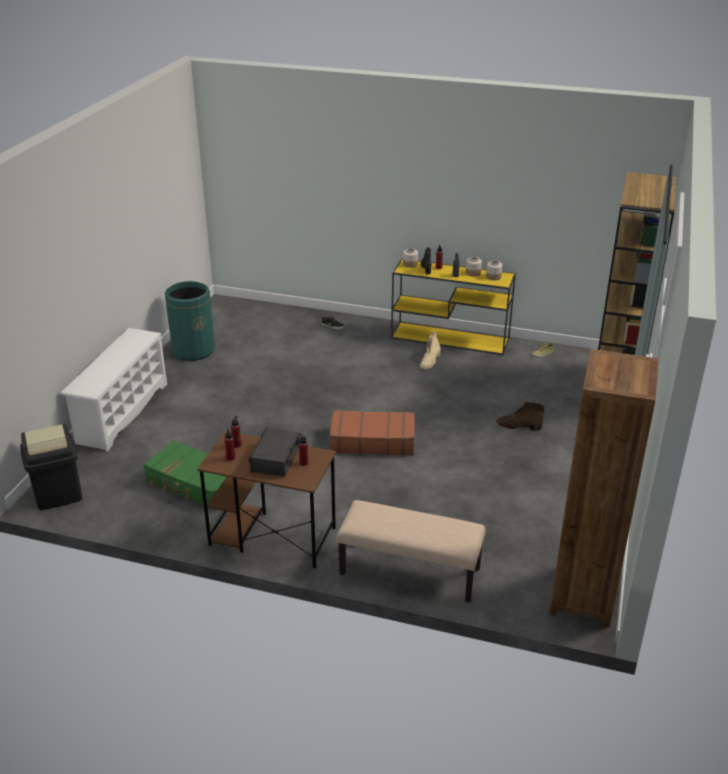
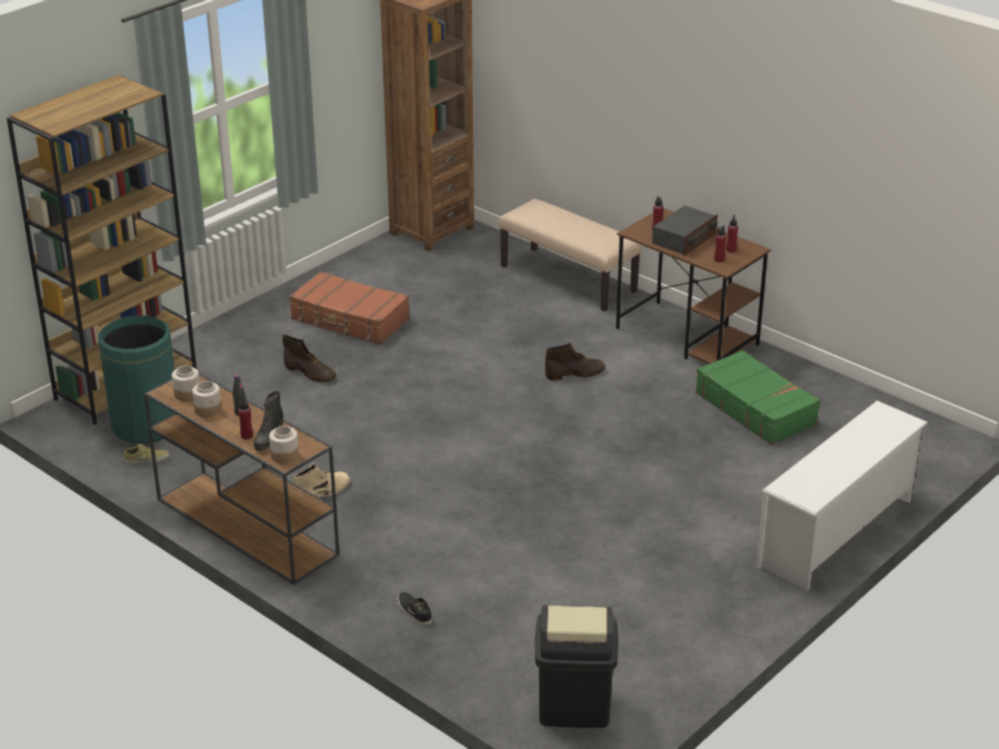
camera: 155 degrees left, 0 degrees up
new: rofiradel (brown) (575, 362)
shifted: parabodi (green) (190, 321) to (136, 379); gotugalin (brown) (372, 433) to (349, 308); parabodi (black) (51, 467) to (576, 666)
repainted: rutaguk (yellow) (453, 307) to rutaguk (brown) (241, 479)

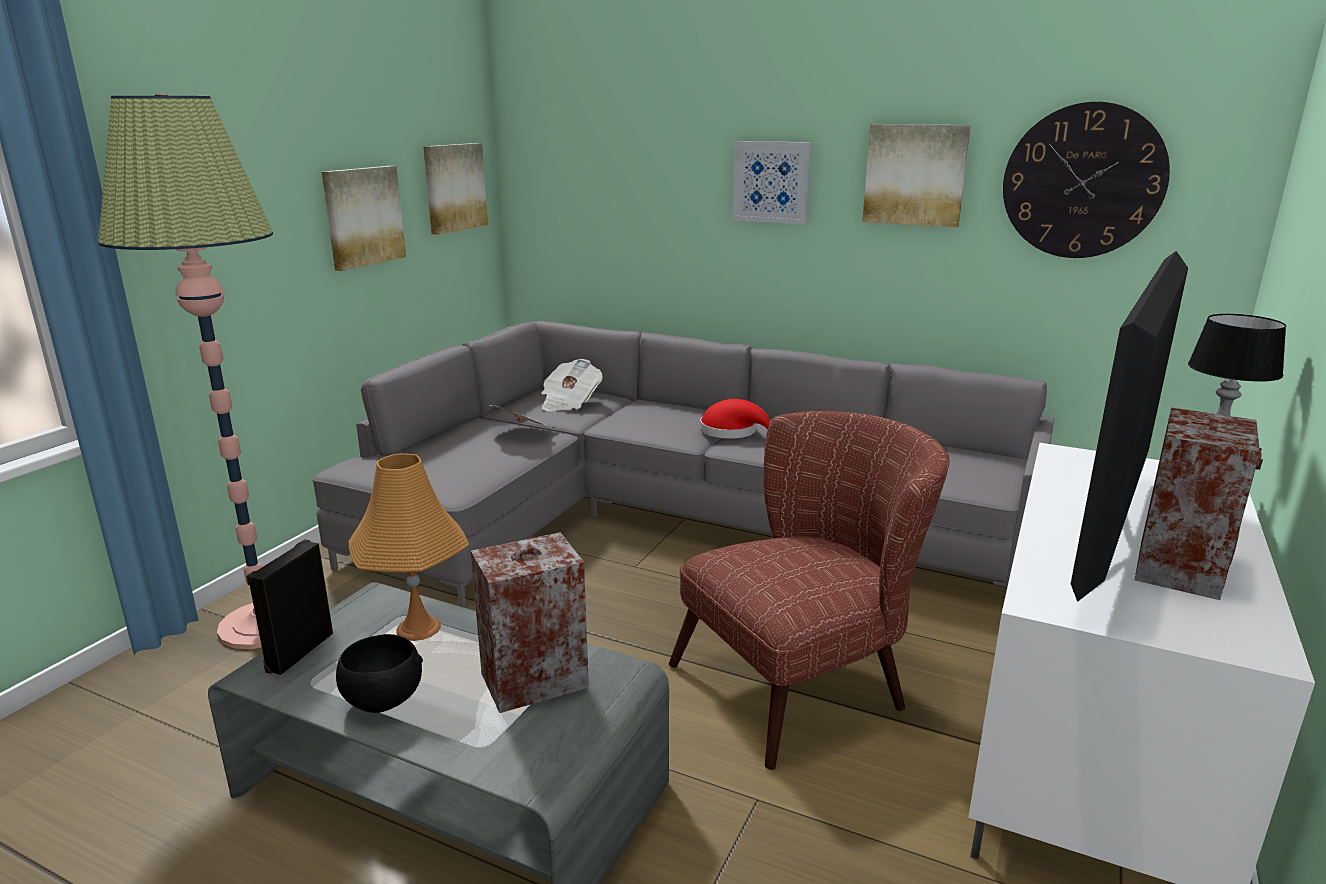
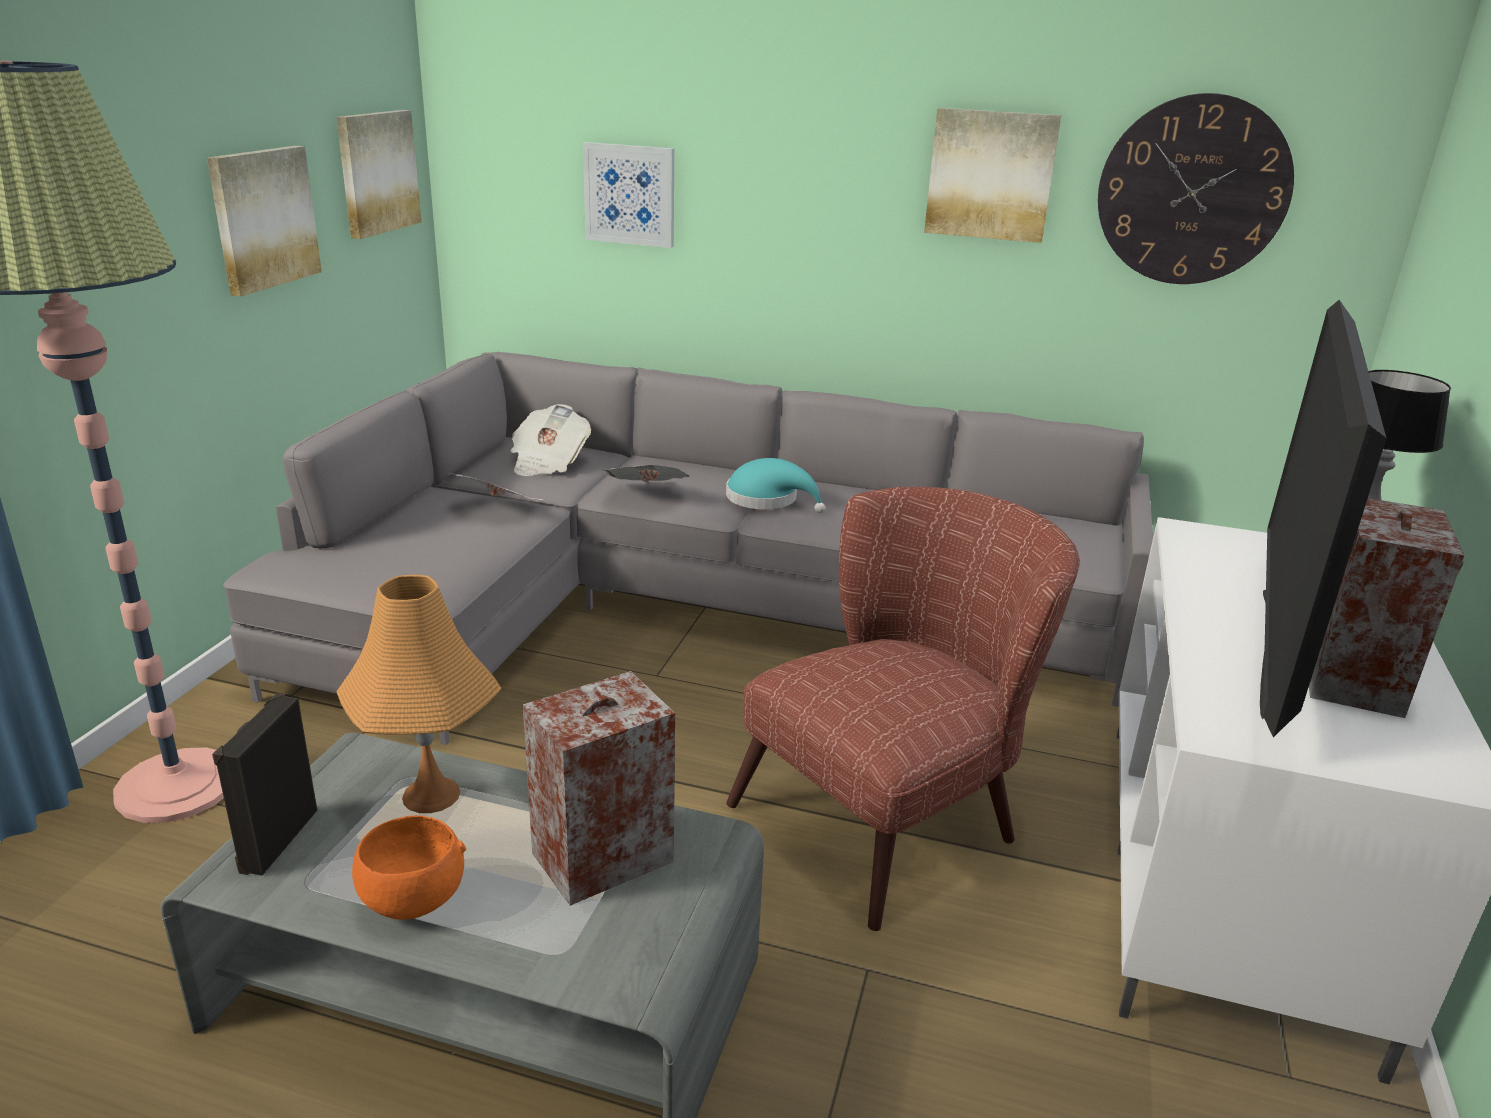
camera: 10 degrees left, 5 degrees up
new: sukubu (645, 473)
shifted: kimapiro (772, 182) to (628, 195)
repainted: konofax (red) (735, 419) to konofax (turquoise) (775, 485); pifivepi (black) (379, 673) to pifivepi (orange) (409, 867)

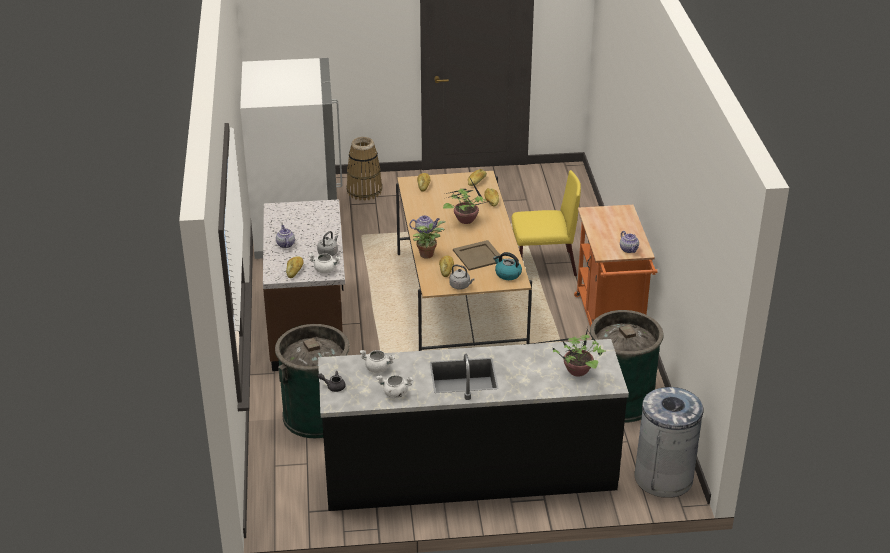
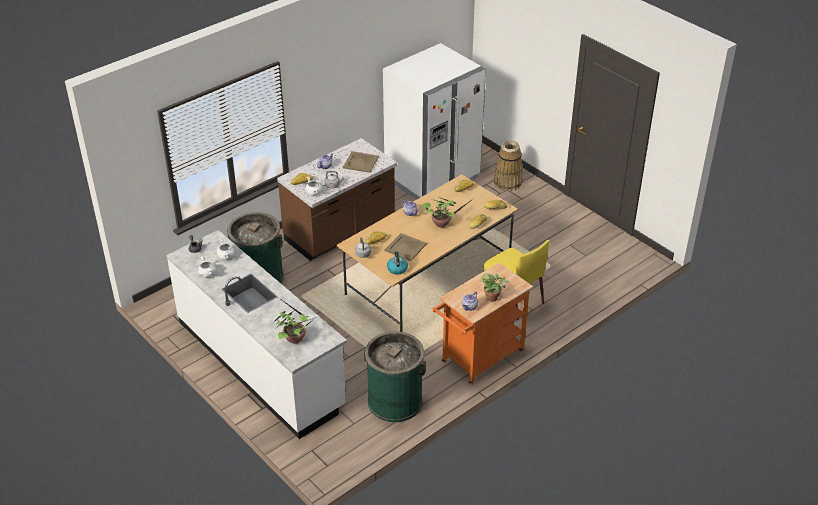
camera: 55 degrees right, 5 degrees up
gone: parabodi (grey) (669, 442)
new: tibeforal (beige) (361, 162)
shifted: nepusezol (429, 240) to (495, 287)
repainted: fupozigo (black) (473, 425) to fupozigo (white) (256, 334)

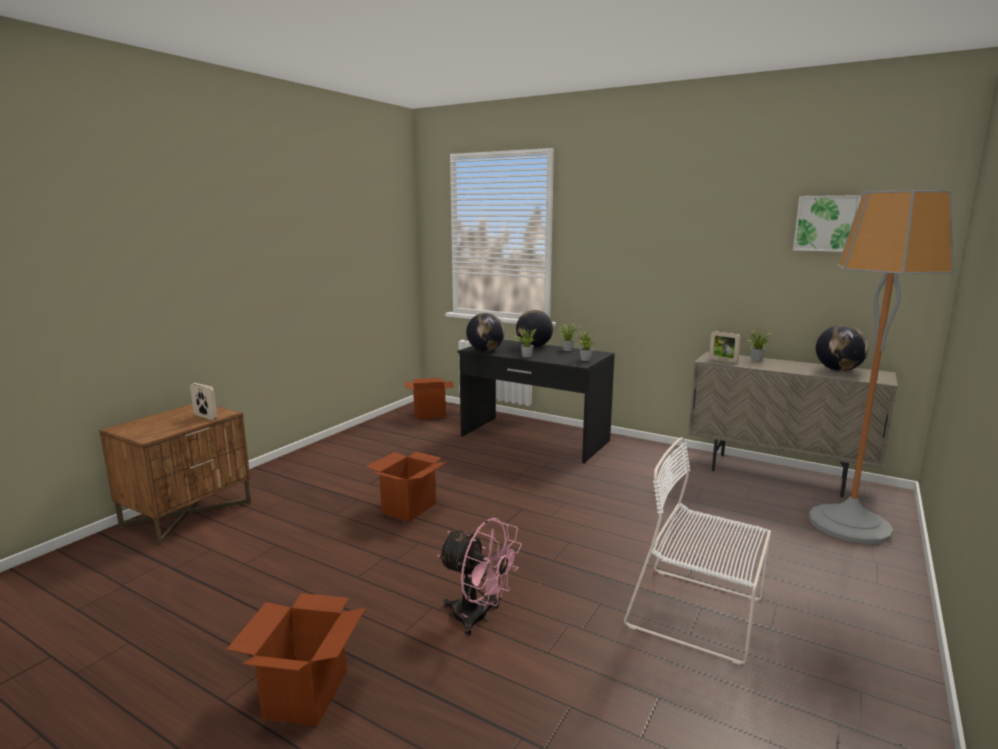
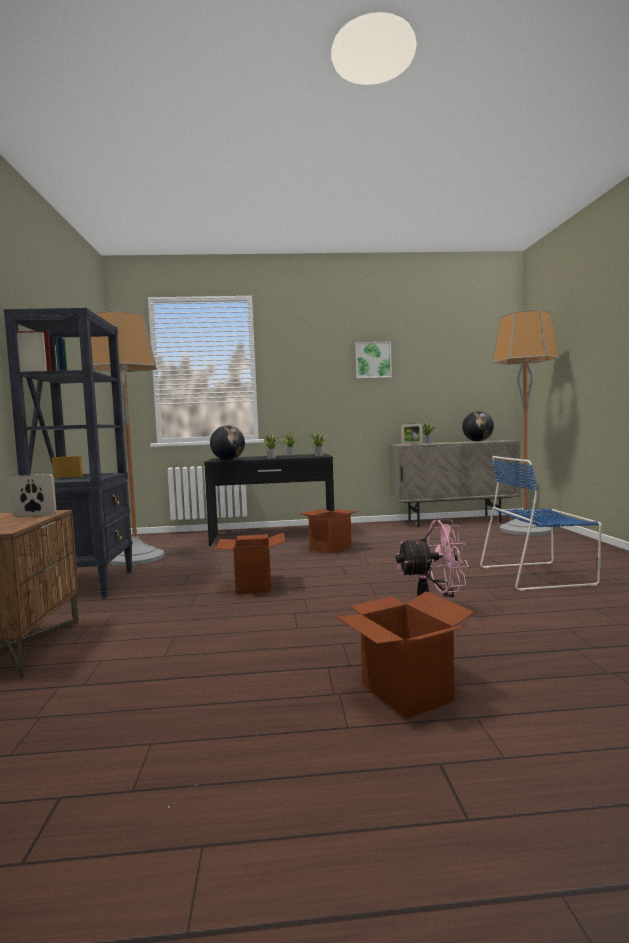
camera: 35 degrees left, 10 degrees down
gone: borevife (534, 328)
new: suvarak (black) (68, 453); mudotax (128, 438)
shifted: kimapiro (827, 223) to (373, 360); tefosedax (429, 399) to (329, 531)
repainted: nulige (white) (697, 551) to nulige (blue) (541, 523)

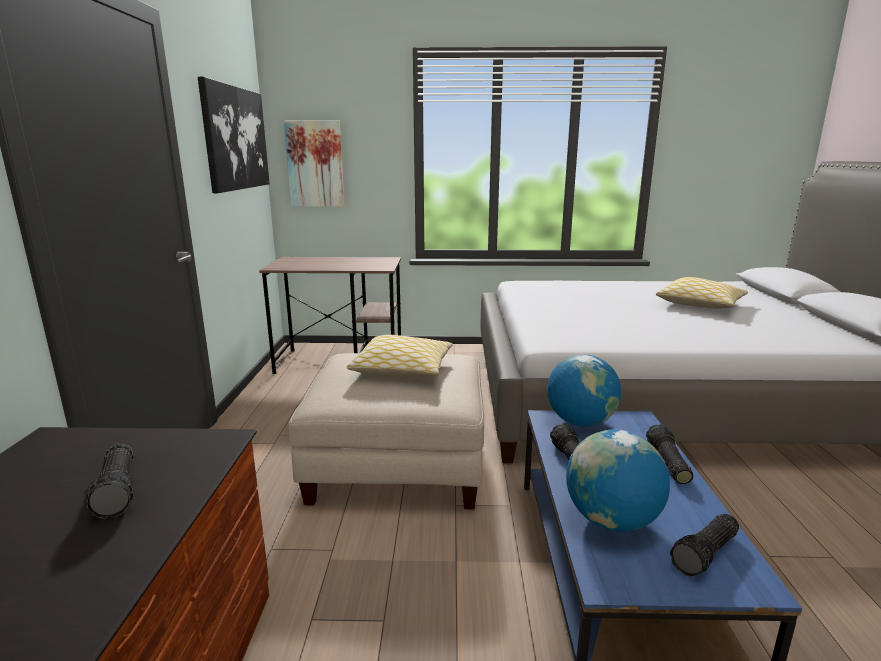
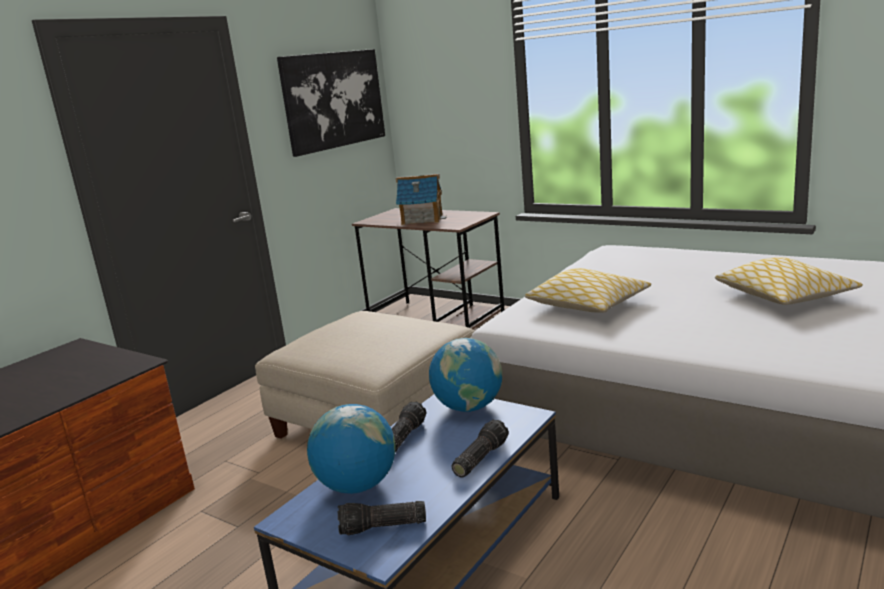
camera: 35 degrees right, 0 degrees up
gone: kimapiro (314, 164); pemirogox (109, 481)
new: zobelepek (421, 199)
shifted: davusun (400, 356) to (588, 290)

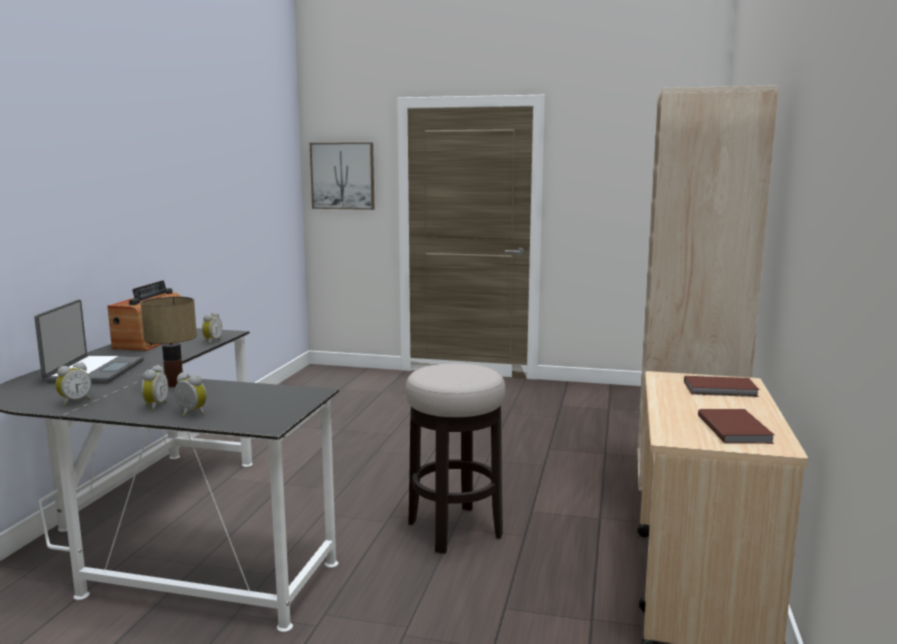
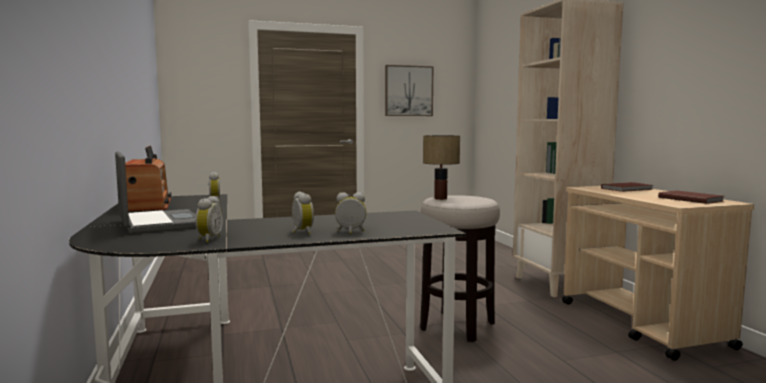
camera: 30 degrees left, 5 degrees down
shifted: kimapiro (342, 176) to (409, 90); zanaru (169, 342) to (441, 167)

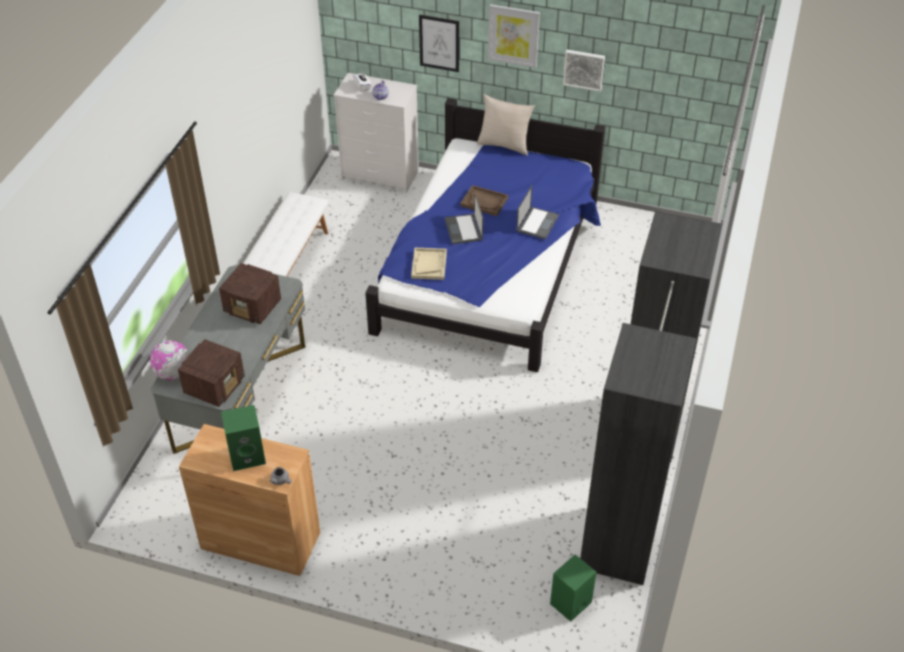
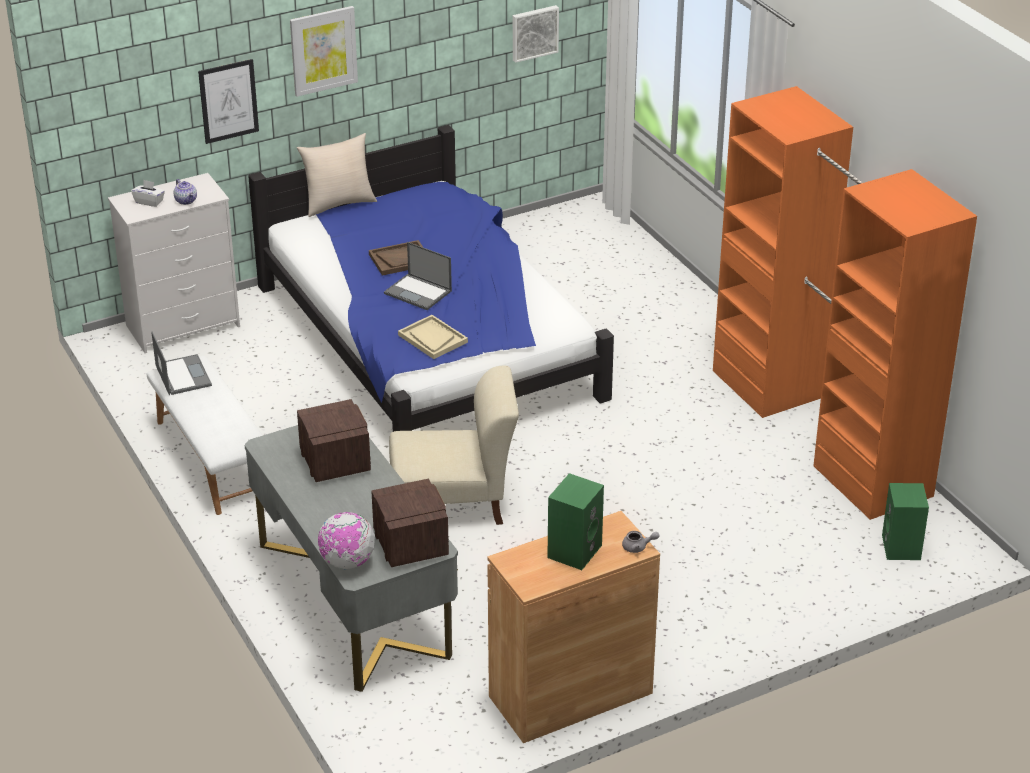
camera: 45 degrees left, 10 degrees down
new: nulige (beige) (454, 445)
shifted: kimapiro (584, 71) to (536, 34); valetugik (537, 212) to (181, 363)
repainted: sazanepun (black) (651, 398) to sazanepun (orange) (845, 303)
rotated: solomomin (250, 293) = (334, 440) 90 degrees counterclockwise

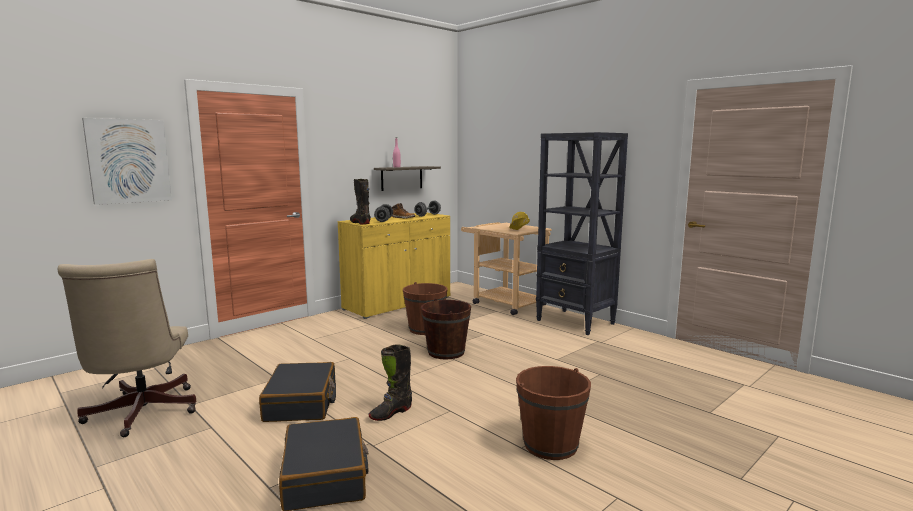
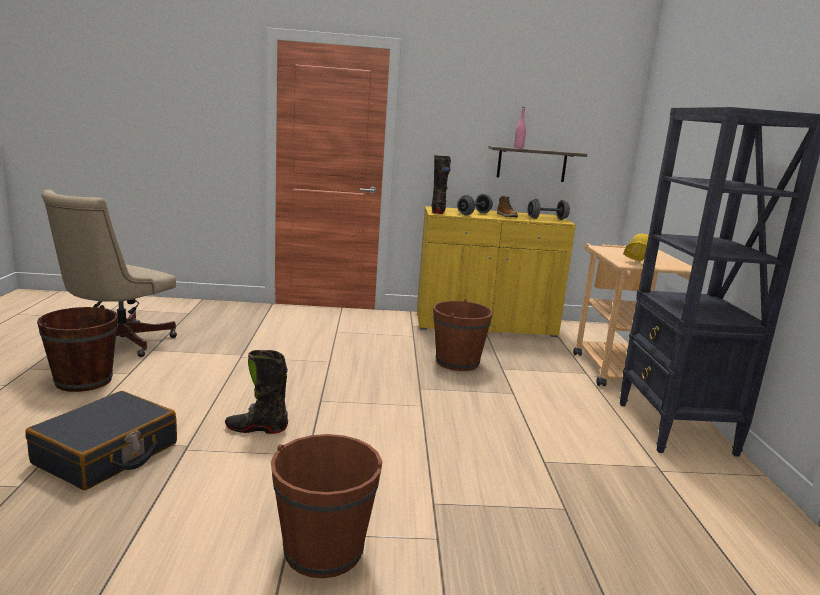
camera: 40 degrees right, 5 degrees up
gone: kimapiro (127, 161); gotugalin (black) (297, 392)
shifted: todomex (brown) (446, 329) to (77, 348)

